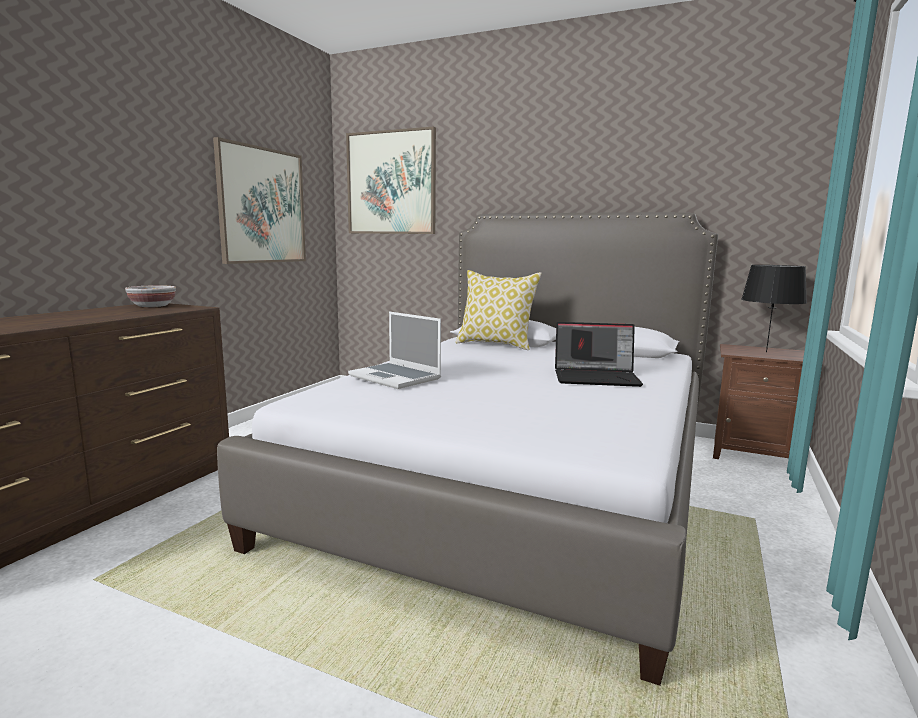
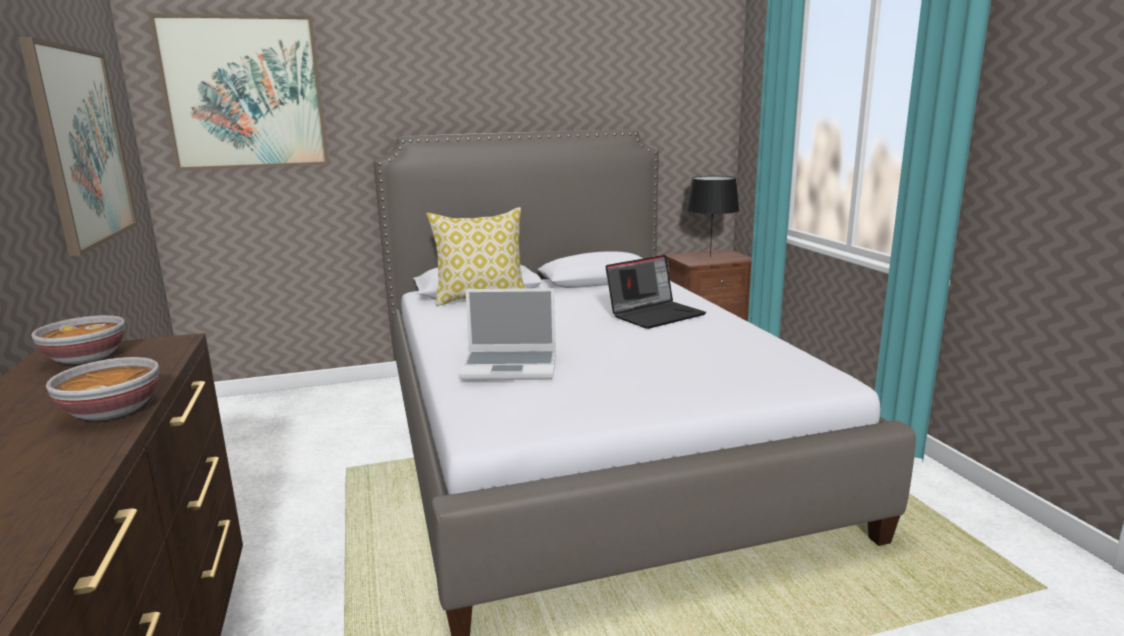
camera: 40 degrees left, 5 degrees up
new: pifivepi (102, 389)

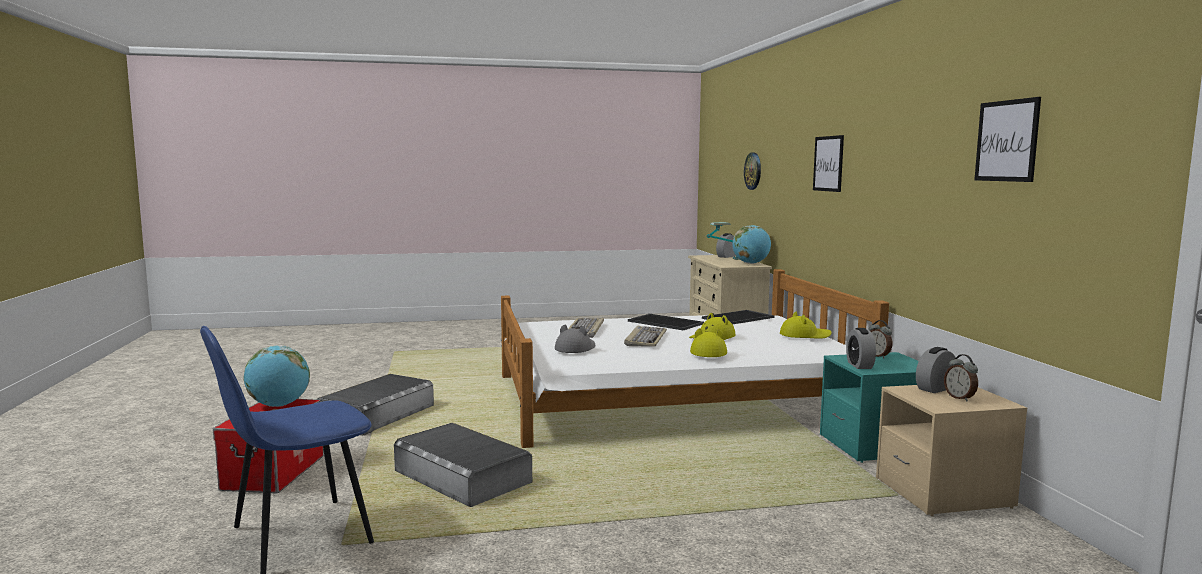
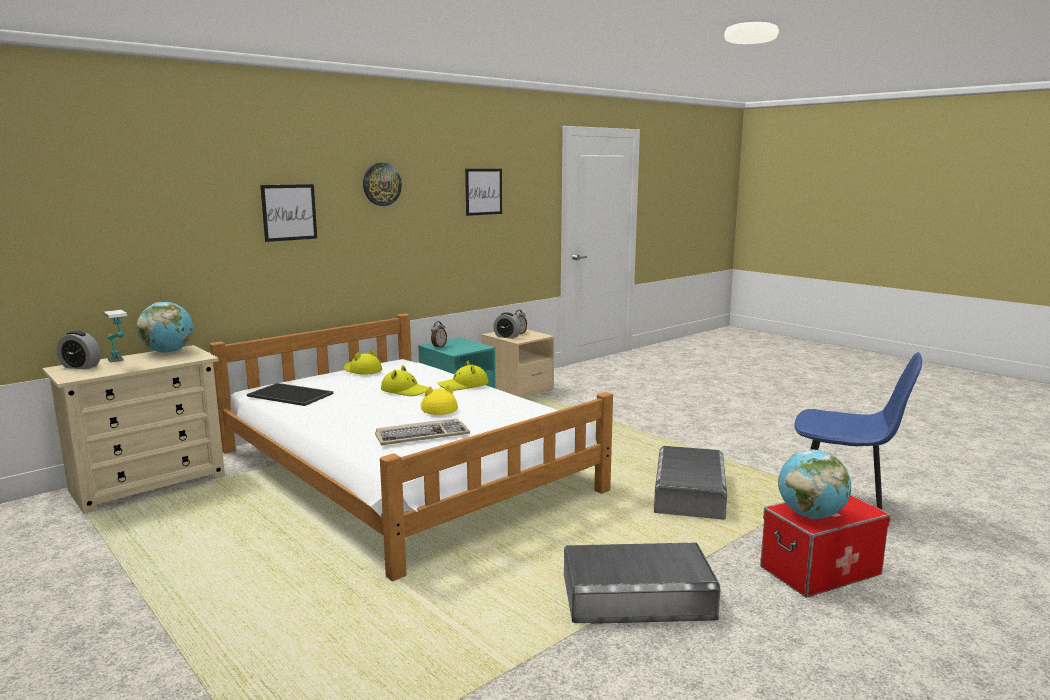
camera: 120 degrees left, 5 degrees up
gone: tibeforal (666, 322); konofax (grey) (575, 339); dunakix (861, 348)
shifted: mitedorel (752, 171) to (382, 184)
swapped: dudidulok (645, 336) to konofax (yellow) (439, 400)

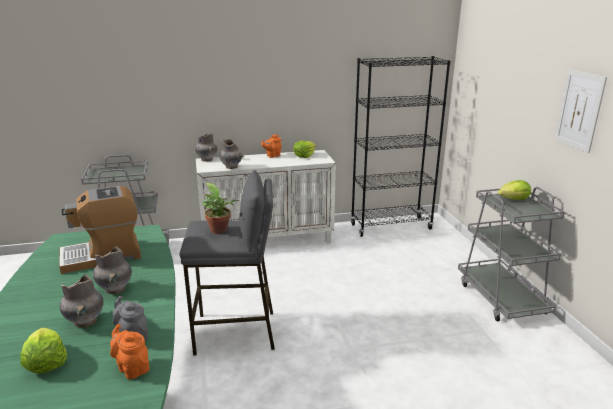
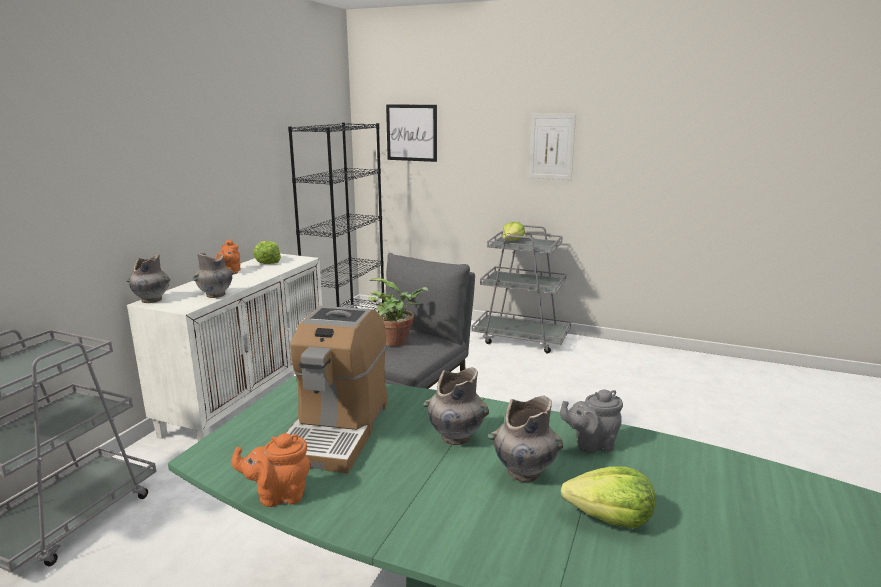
camera: 55 degrees left, 5 degrees down
new: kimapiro (411, 133)
shifted: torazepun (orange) (130, 351) to (271, 470)

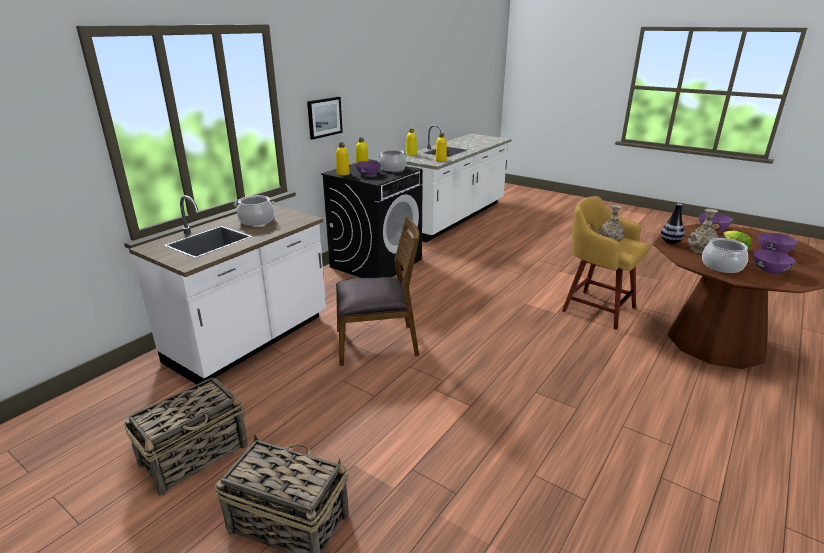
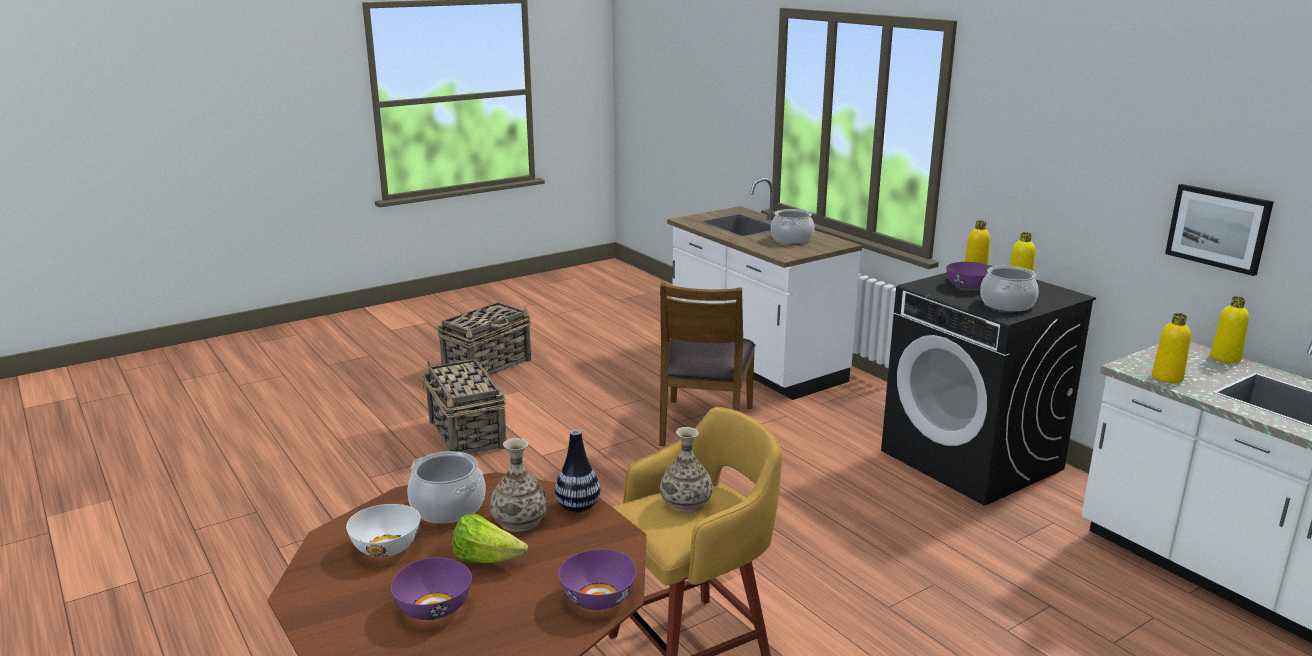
camera: 110 degrees right, 5 degrees down
shifted: kimapiro (325, 118) to (1219, 230); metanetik (186, 436) to (464, 406)
repainted: pifivepi (purple) (775, 261) to pifivepi (white) (383, 530)

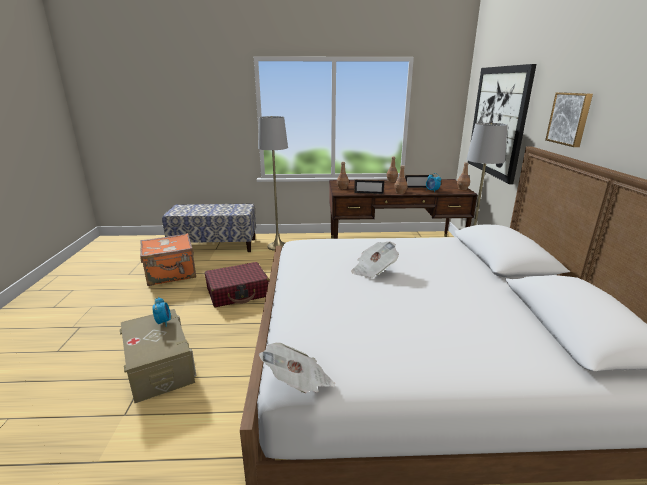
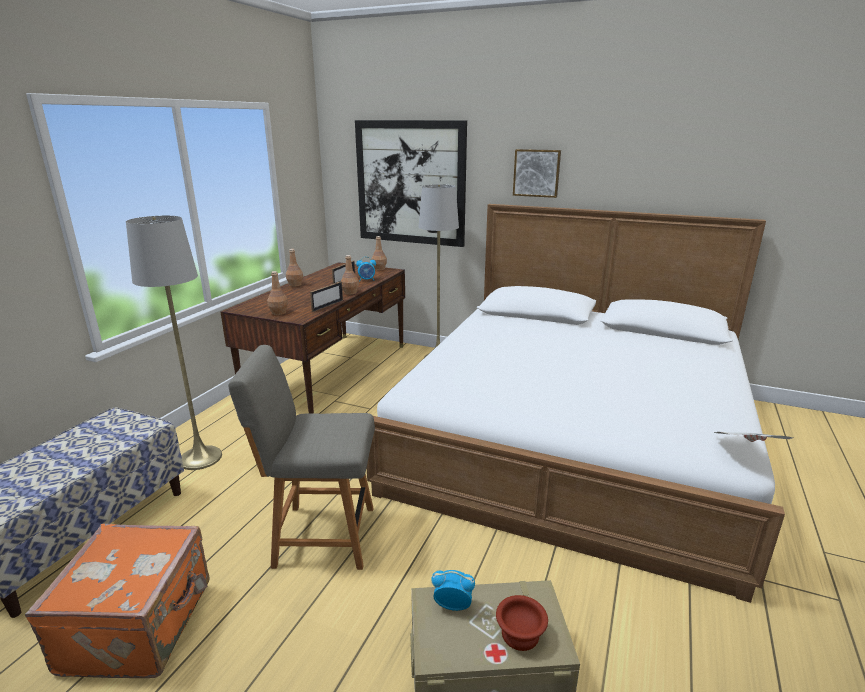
camera: 65 degrees left, 0 degrees up
gone: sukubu (375, 260)
new: pifivepi (brown) (522, 623)
swapped: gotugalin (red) (237, 284) to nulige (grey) (301, 457)

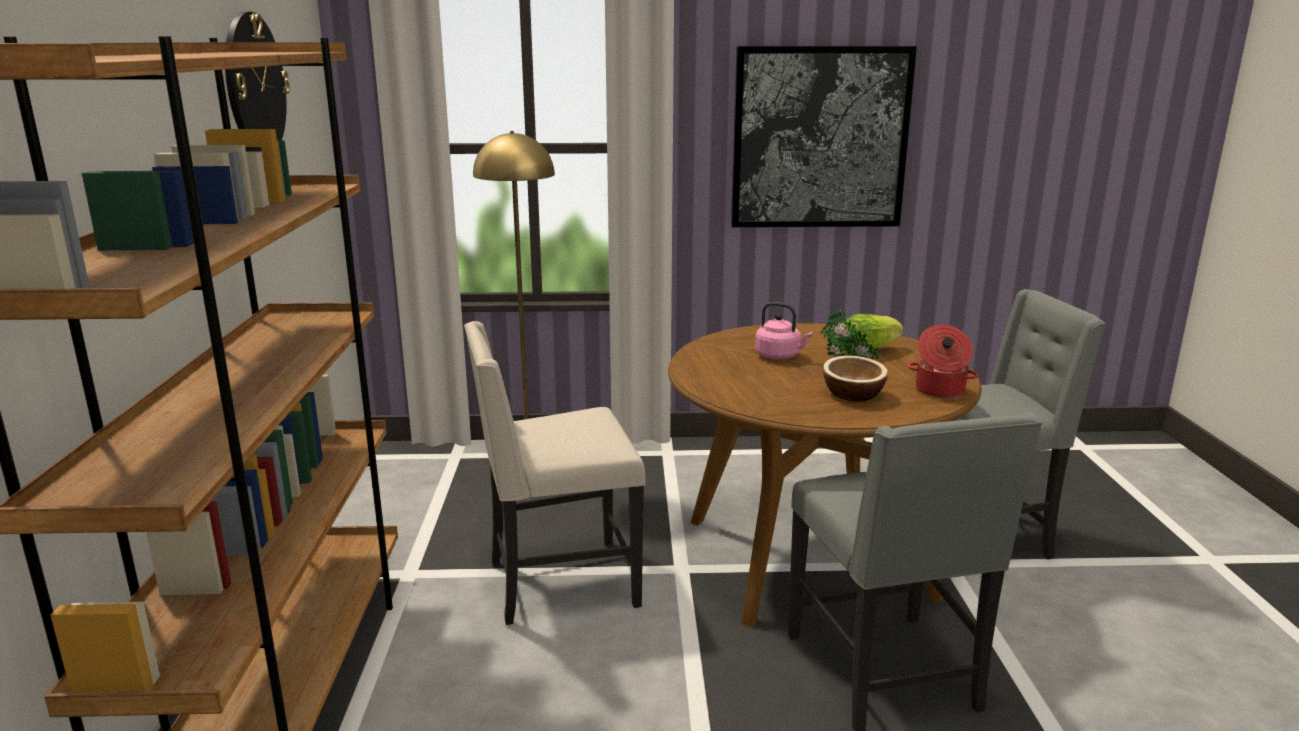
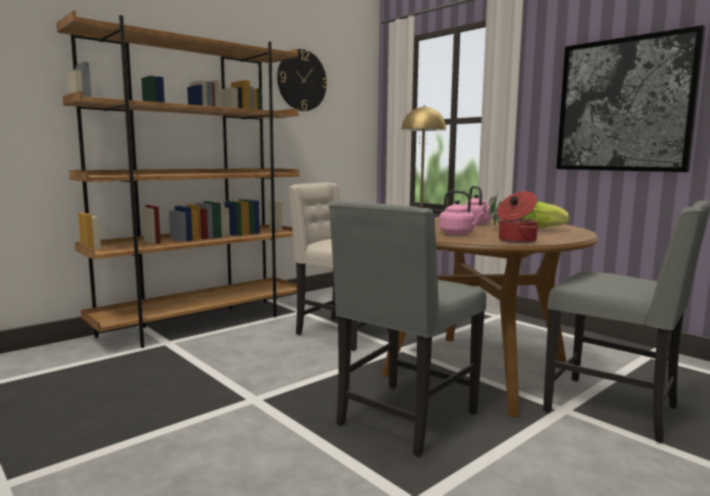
camera: 50 degrees right, 10 degrees down
swapped: pifivepi (855, 379) to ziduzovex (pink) (461, 212)

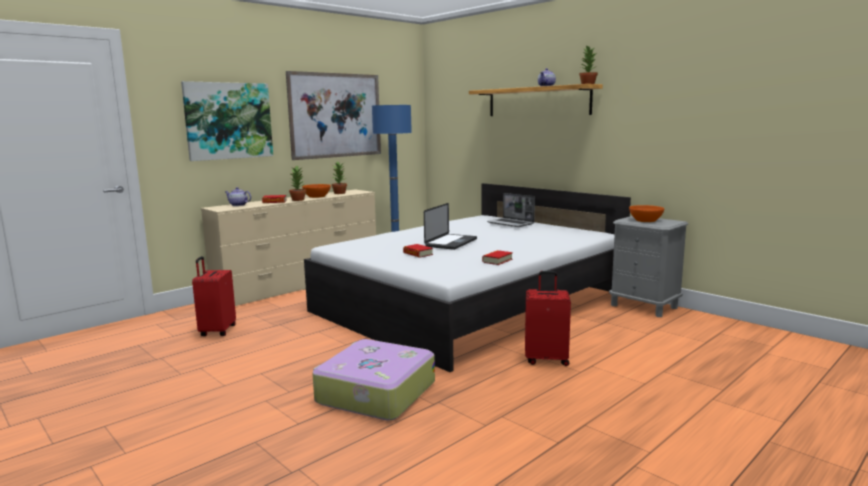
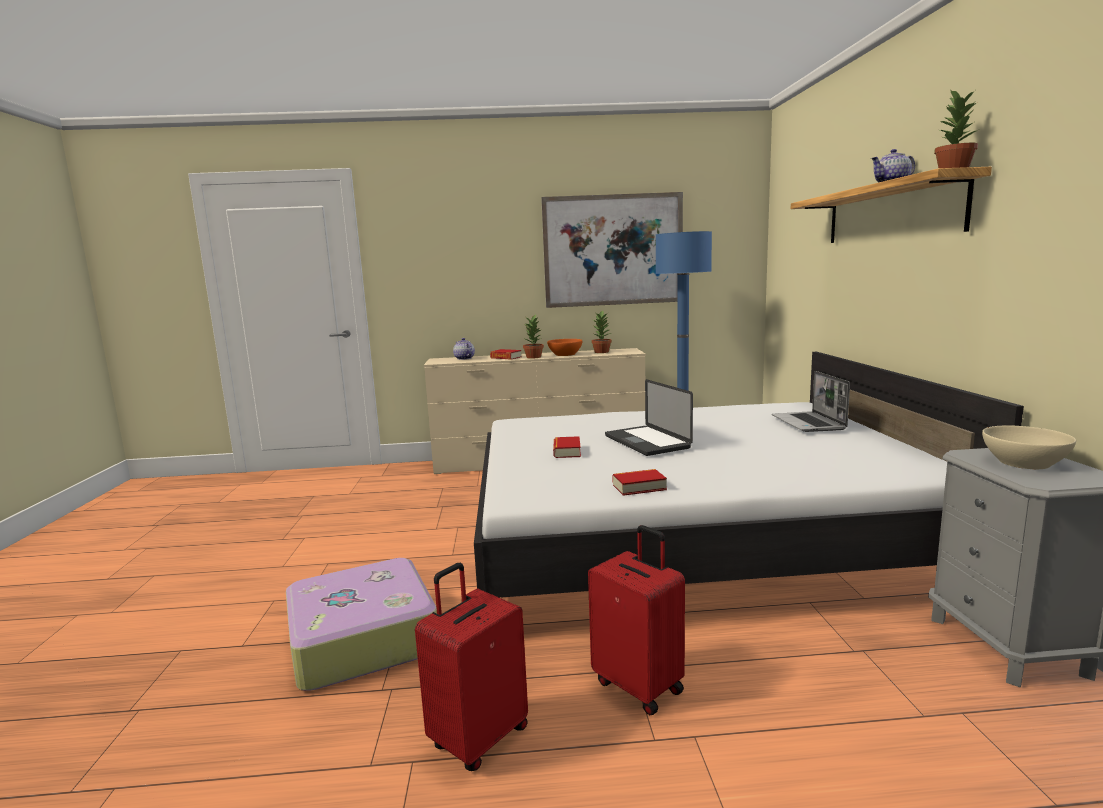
camera: 40 degrees right, 0 degrees up
gone: kimapiro (227, 121)
shifted: gotugalin (red) (214, 296) to (471, 667)
repainted: pifivepi (orange) (646, 213) to pifivepi (beige) (1029, 447)
rotated: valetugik (450, 226) = (649, 417) 90 degrees clockwise

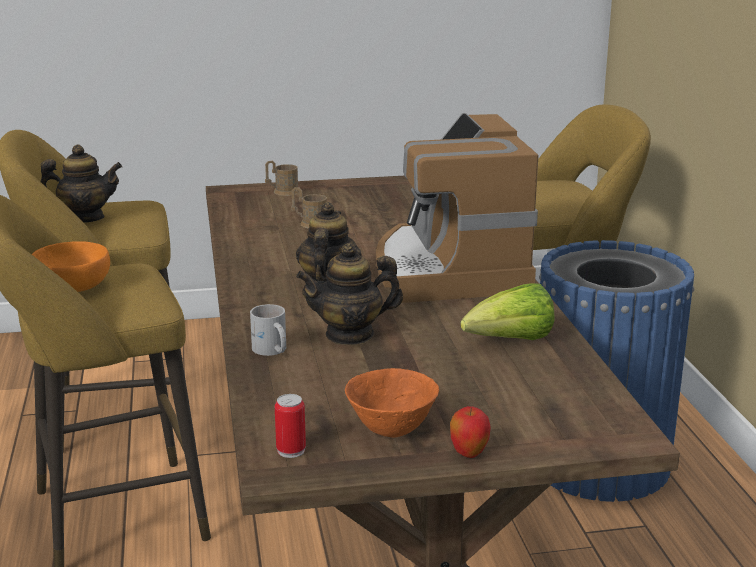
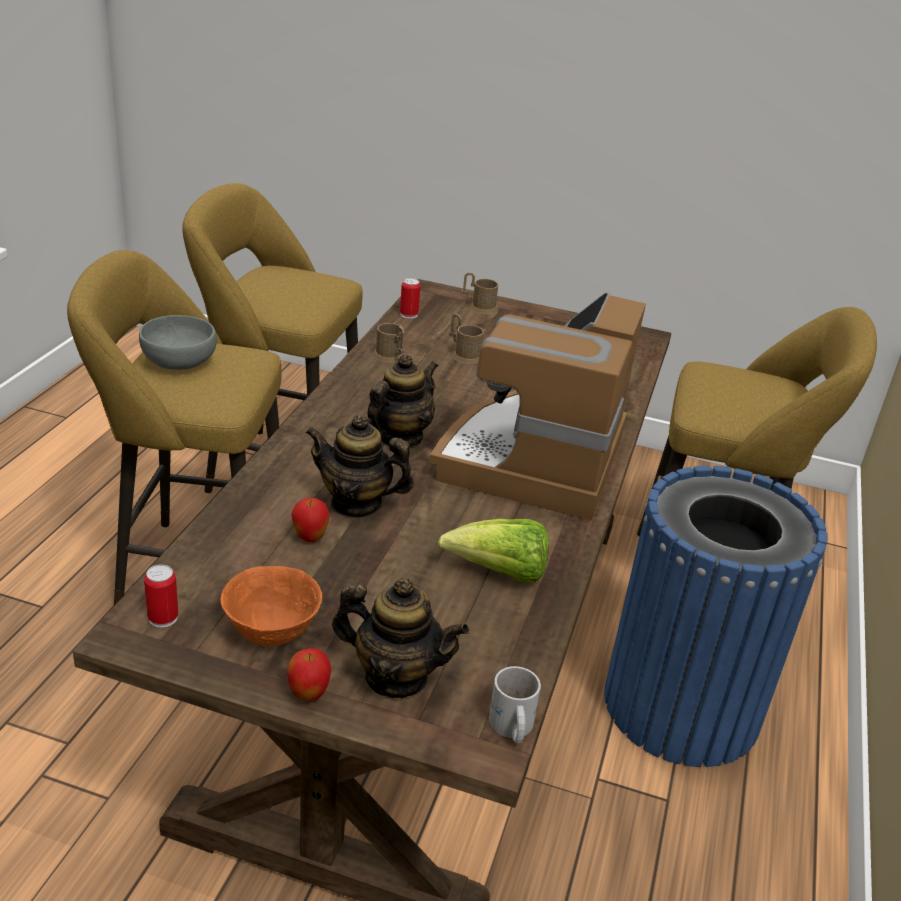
camera: 25 degrees right, 10 degrees up
new: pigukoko (410, 298); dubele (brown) (389, 343); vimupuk (310, 520)
shifted: torazepun (81, 183) to (400, 638); dubele (white) (268, 330) to (515, 704)
repainted: pifivepi (orange) (71, 266) to pifivepi (grey) (178, 342)

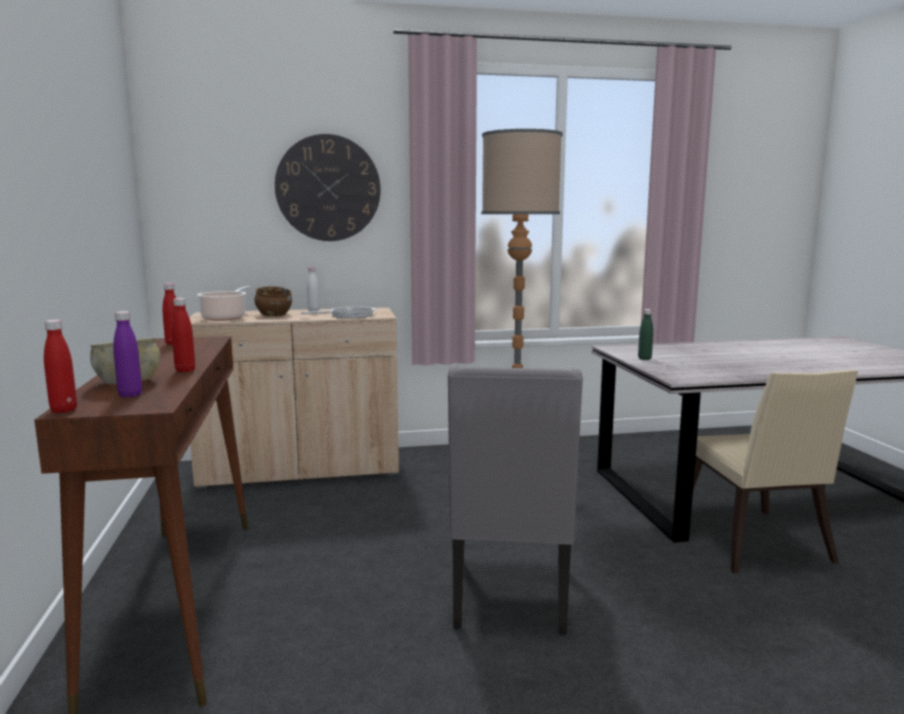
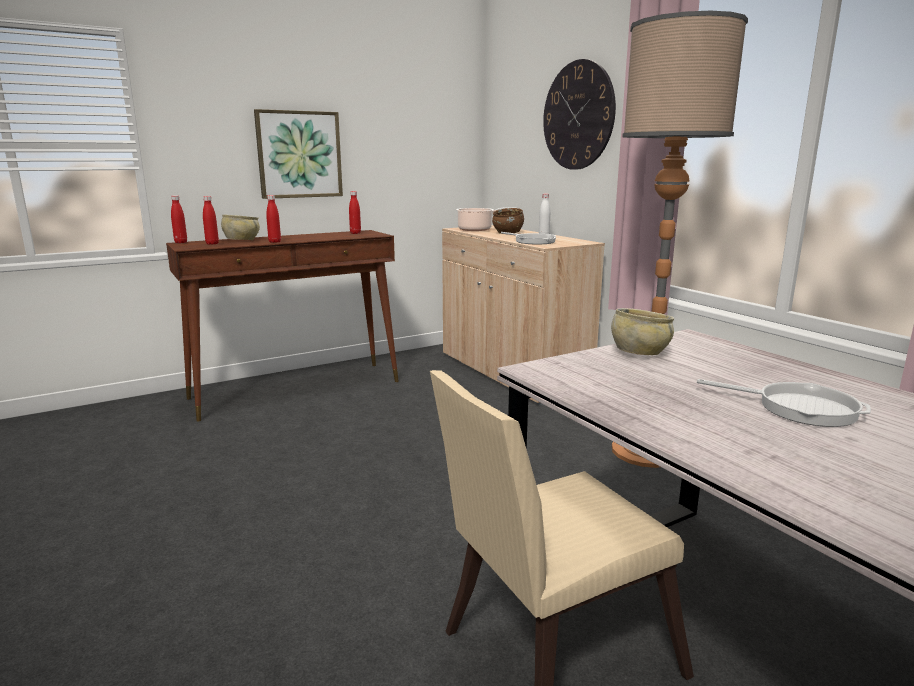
camera: 70 degrees right, 5 degrees up
gone: nulige (grey) (515, 500)
new: kimapiro (298, 154); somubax (784, 403)
swapped: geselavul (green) (645, 334) to pifivepi (beige) (642, 331)
repainted: geselavul (purple) (127, 354) to geselavul (red) (211, 220)

